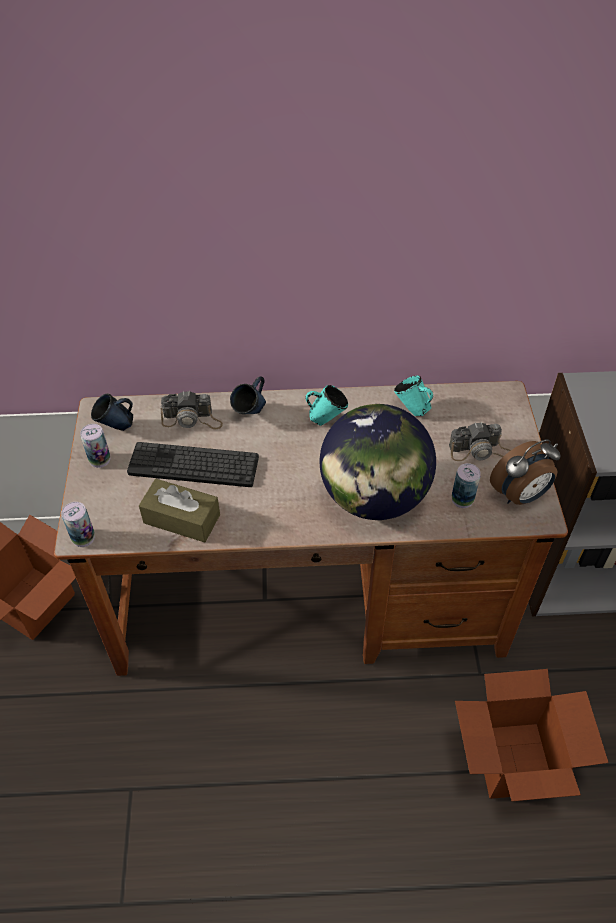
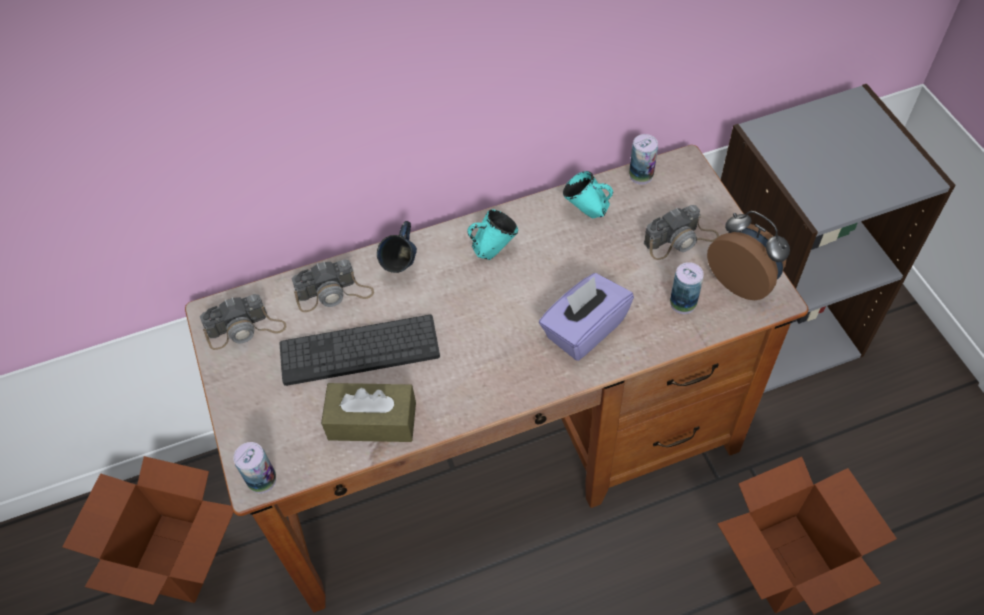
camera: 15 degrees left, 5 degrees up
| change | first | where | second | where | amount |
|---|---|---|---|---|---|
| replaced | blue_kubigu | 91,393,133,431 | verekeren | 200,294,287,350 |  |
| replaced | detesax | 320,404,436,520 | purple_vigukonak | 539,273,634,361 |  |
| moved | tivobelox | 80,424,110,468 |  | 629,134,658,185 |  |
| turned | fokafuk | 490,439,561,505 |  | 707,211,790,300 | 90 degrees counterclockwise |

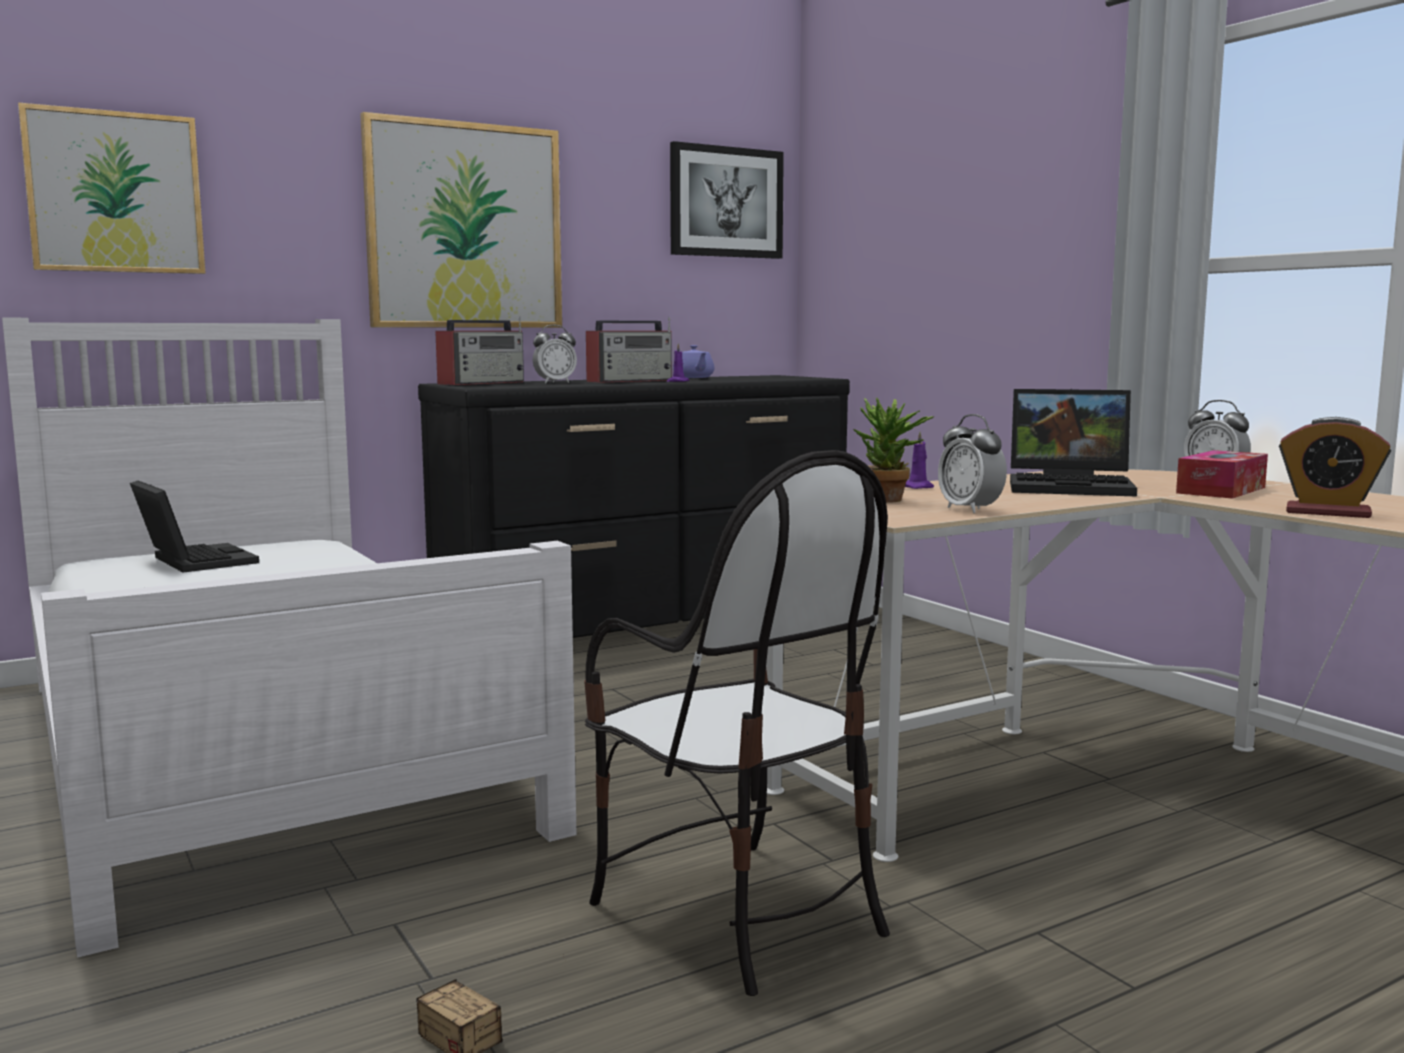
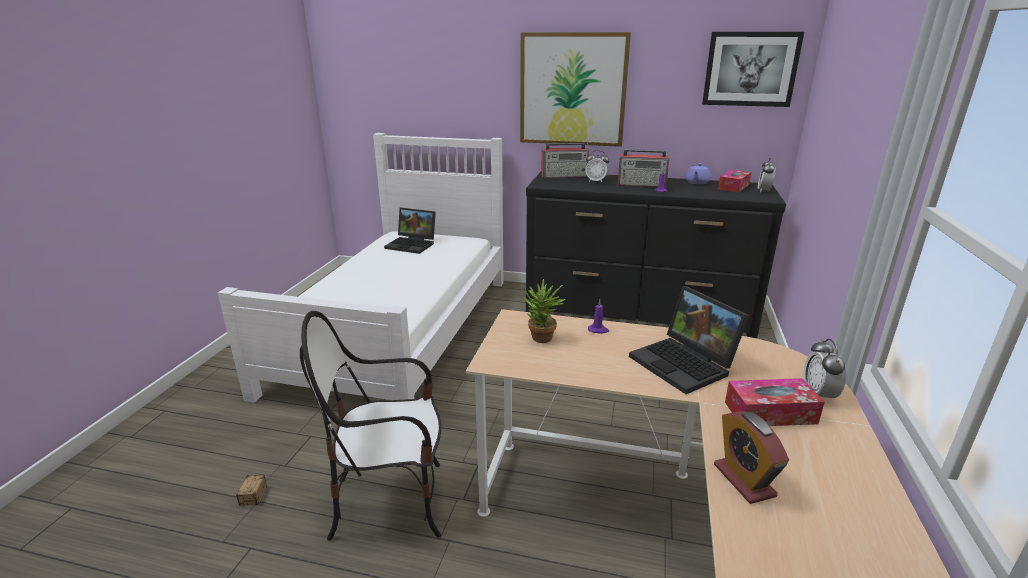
camera: 45 degrees right, 15 degrees up
| change | first | where | second | where | amount |
|---|---|---|---|---|---|
| turned | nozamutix | 584,450,890,996 |  | 300,311,441,540 | 75 degrees clockwise |
| turned | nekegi | 130,481,259,573 |  | 384,208,436,254 | 105 degrees clockwise |
| added |  |  | vigukonak | 718,169,751,193 |  |
| moved | fokafuk | 938,414,1007,513 |  | 758,158,776,193 |  |
| removed | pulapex | 18,102,206,274 |  |  |  |

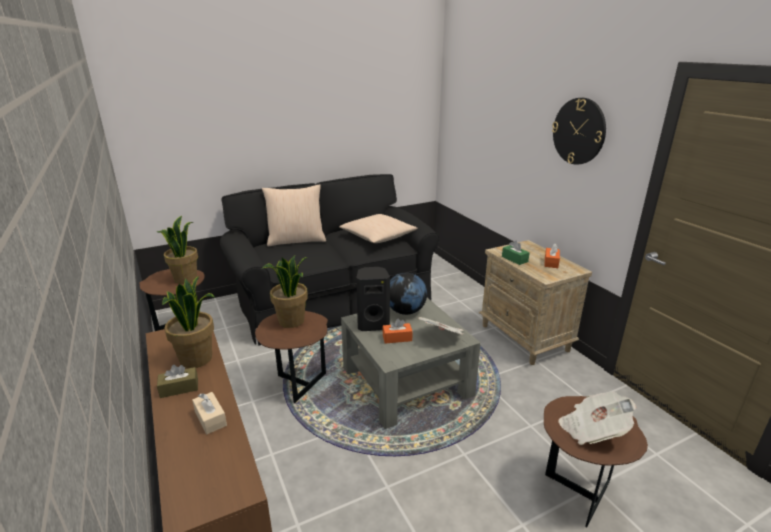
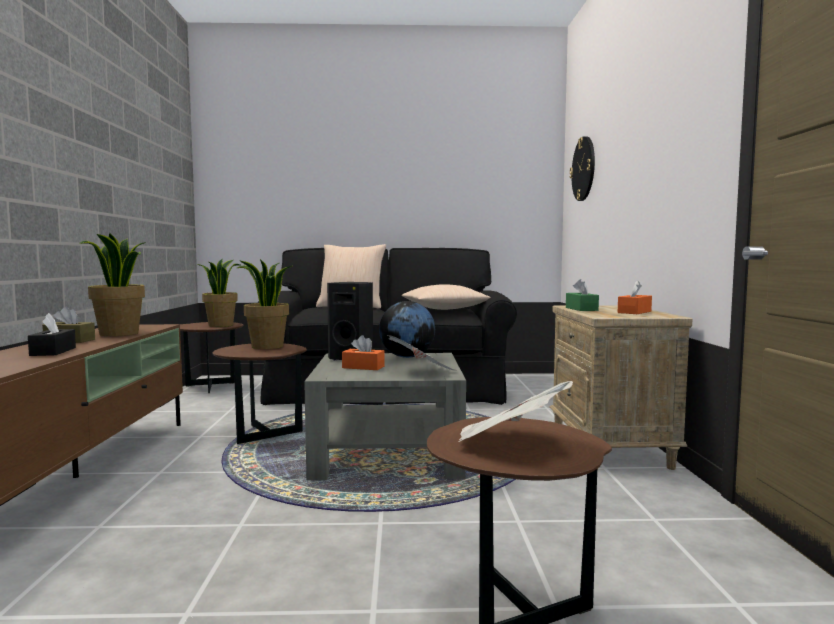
camera: 25 degrees right, 20 degrees down
| change | first | where | second | where | amount |
|---|---|---|---|---|---|
| recoloured | beige_vigukonak | 192,392,227,434 | black_vigukonak | 28,313,76,356 |  |
| moved | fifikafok | 552,98,606,165 |  | 570,136,595,201 |  |

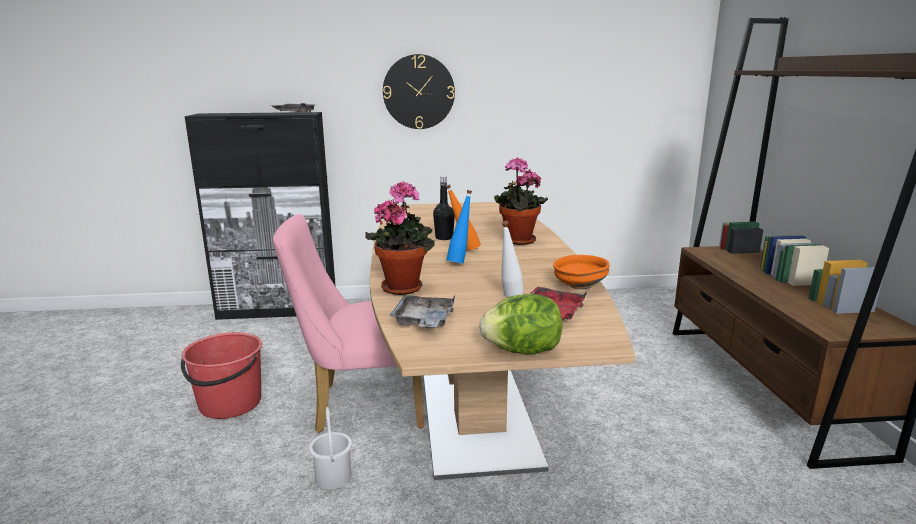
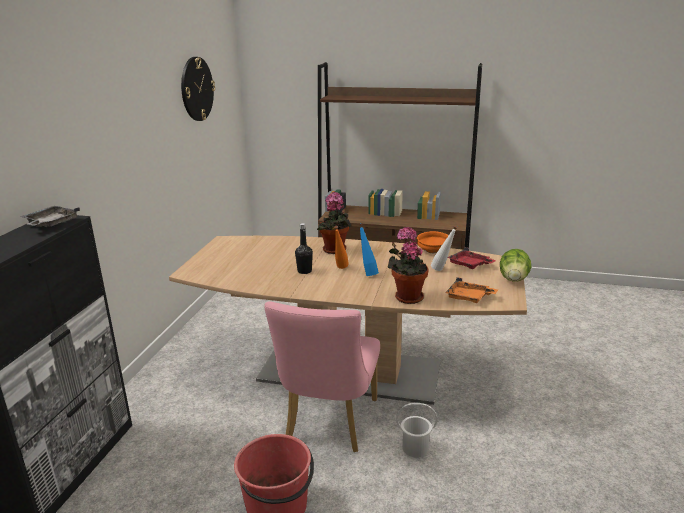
camera: 70 degrees left, 5 degrees up
| change | first | where | second | where | amount |
|---|---|---|---|---|---|
| moved | fifikafok | 383,54,455,129 |  | 181,57,215,121 |  |
| recoloured | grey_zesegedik | 389,295,455,328 | orange_zesegedik | 445,277,498,303 |  |

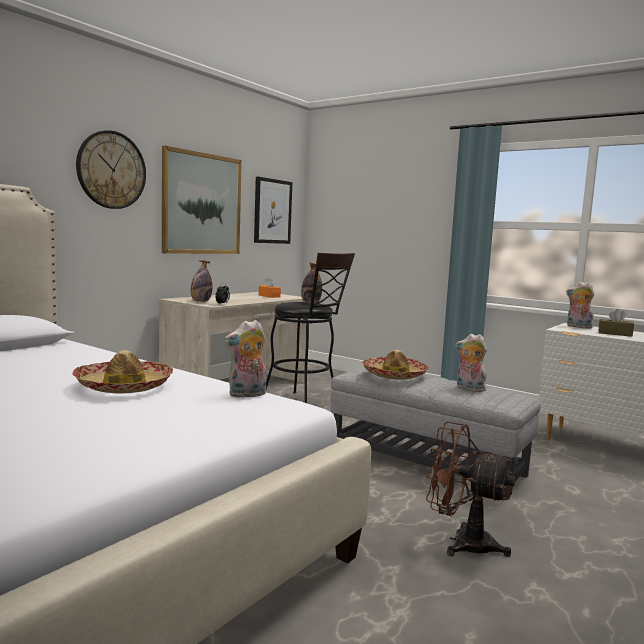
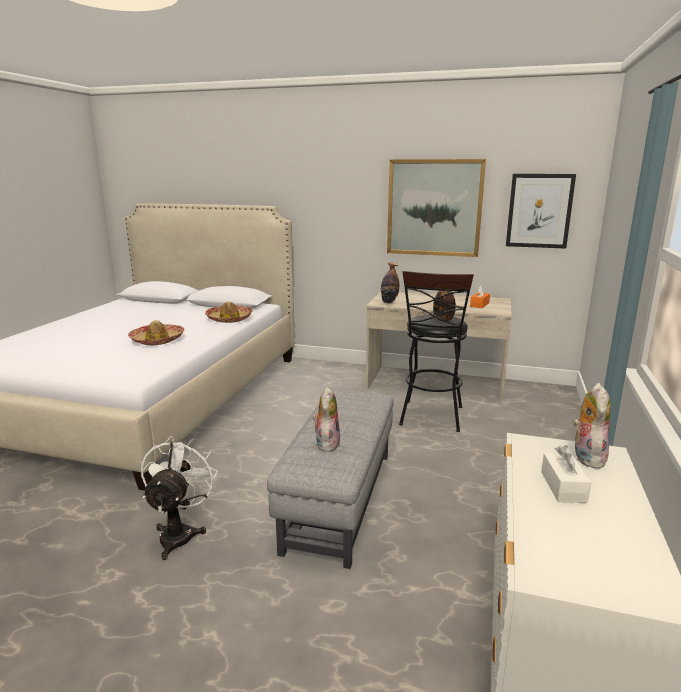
camera: 70 degrees right, 10 degrees up
| change | first | where | second | where | amount |
|---|---|---|---|---|---|
| recoloured | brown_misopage | 426,422,515,557 | white_misopage | 141,436,218,560 |  |
| moved | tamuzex | 362,350,429,380 |  | 205,301,253,323 |  |
| recoloured | brown_vigukonak | 598,309,634,337 | white_vigukonak | 541,446,591,503 |  |
| removed | fifikafok | 76,130,146,209 |  |  |  |
| removed | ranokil | 224,320,266,398 |  |  |  |

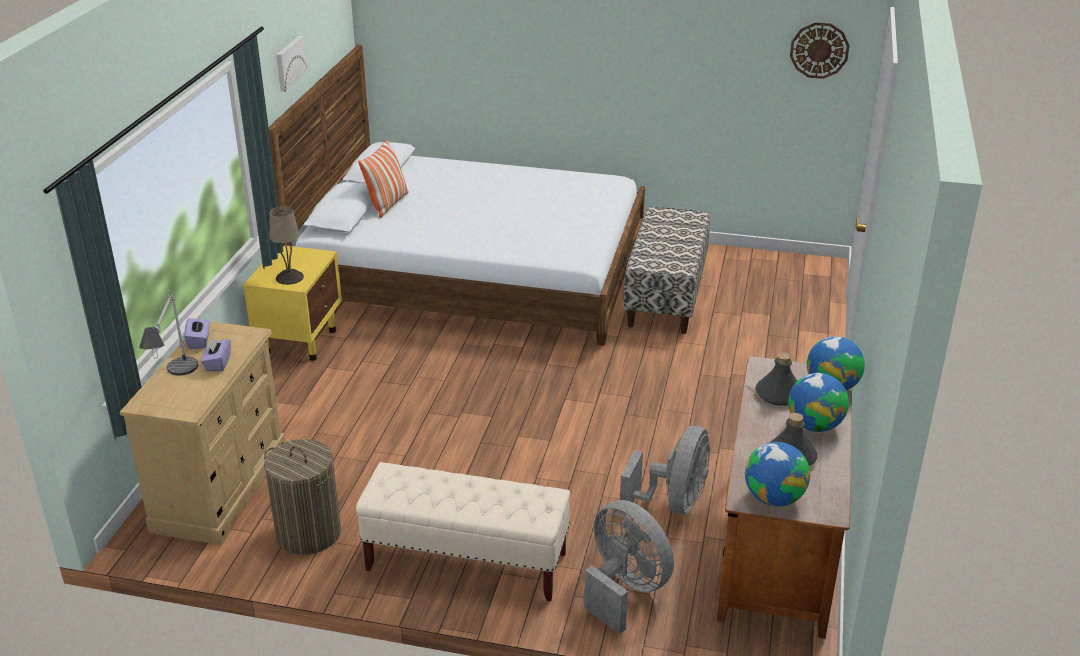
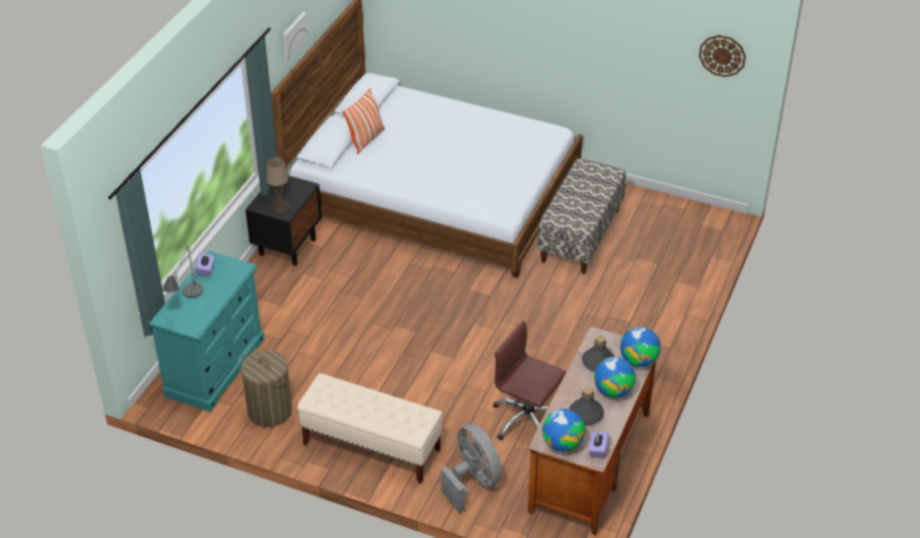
camera: 10 degrees right, 10 degrees up
| change | first | where | second | where | amount |
|---|---|---|---|---|---|
| recoloured | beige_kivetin | 120,321,286,545 | turquoise_kivetin | 149,251,264,412 |  |
| recoloured | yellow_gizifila | 243,245,342,361 | black_gizifila | 245,175,322,266 |  |
| replaced | grey_misopage | 619,426,710,514 | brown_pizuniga | 493,320,566,441 |  |
| moved | purple_vigukonak | 201,337,231,371 |  | 589,432,609,458 |  |

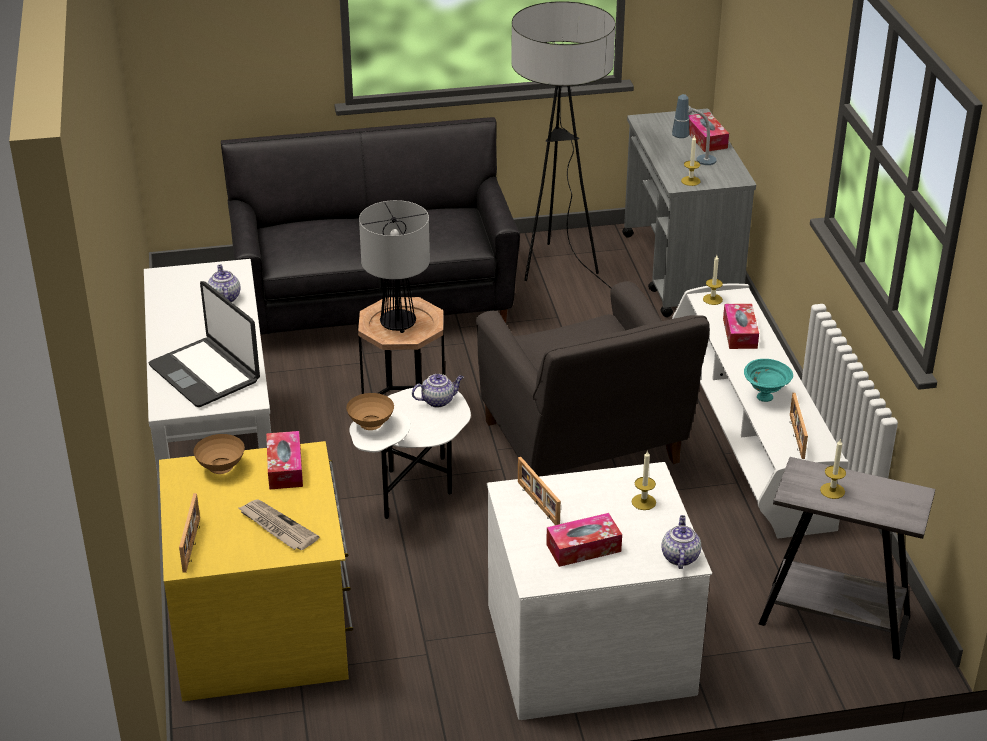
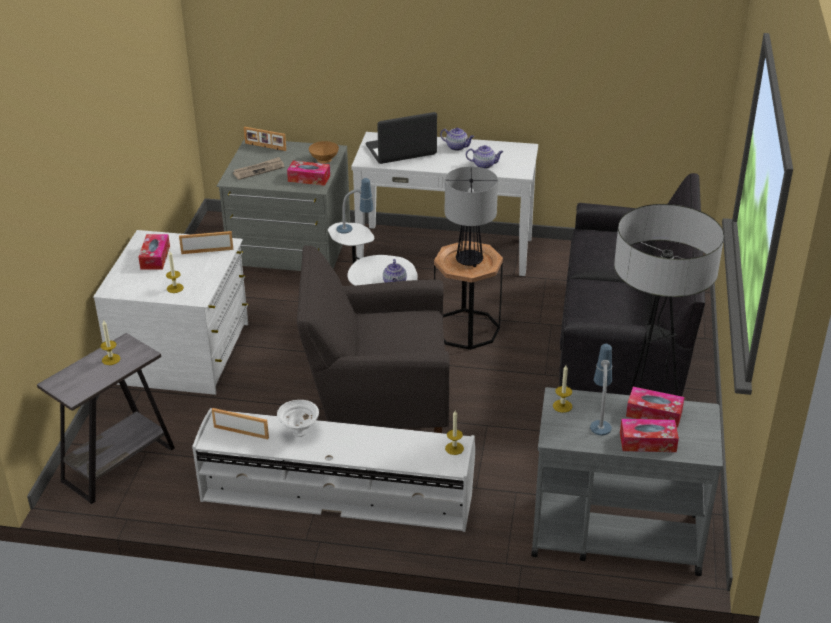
camera: 110 degrees right, 0 degrees up
| change | first | where | second | where | amount |
|---|---|---|---|---|---|
| recoloured | yellow_kivetin | 159,441,353,701 | grey_kivetin | 217,138,350,271 |  |
| recoloured | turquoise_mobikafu | 744,359,793,402 | white_mobikafu | 277,400,319,437 |  |
| replaced | brown_mobikafu | 346,393,394,430 | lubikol | 337,178,374,234 |  |
| moved | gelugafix | 661,515,701,569 |  | 440,128,474,151 |  |
| moved | vigukonak | 723,304,759,349 |  | 626,387,685,428 |  |

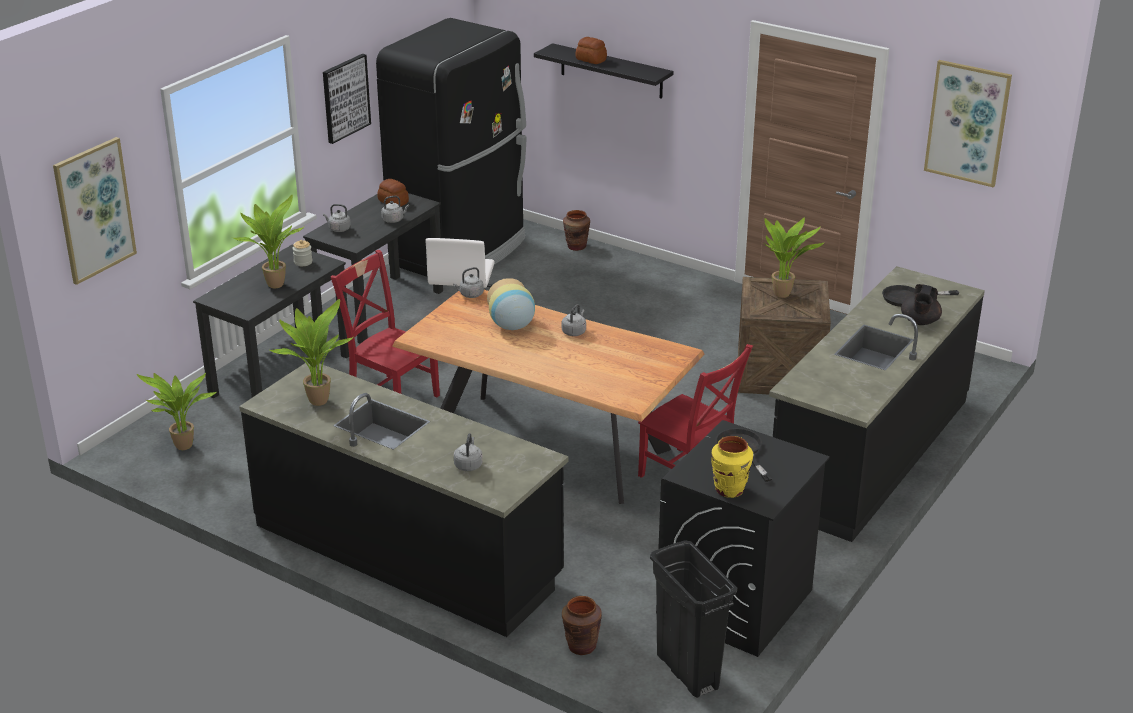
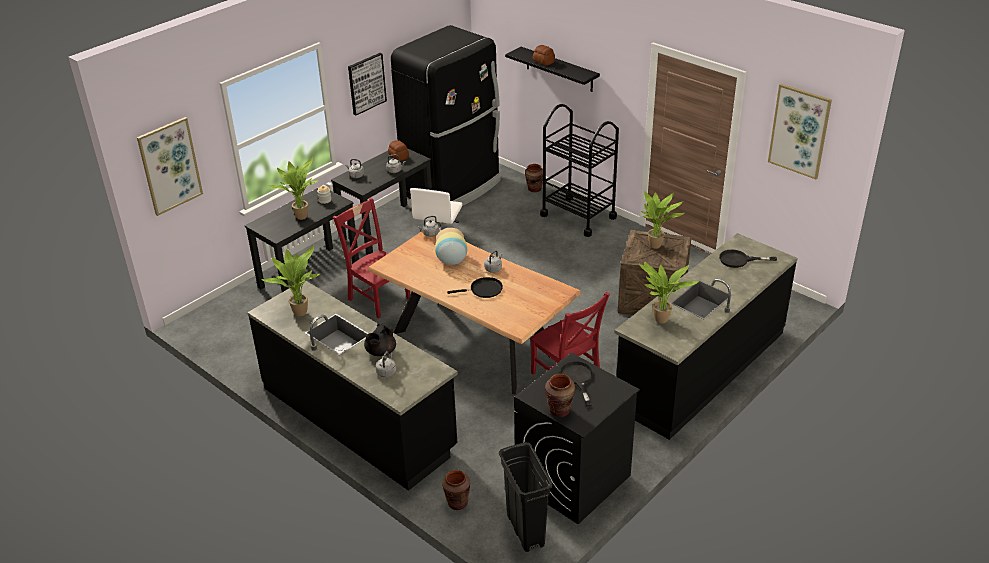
camera: 10 degrees right, 5 degrees up
| change | first | where | second | where | amount |
|---|---|---|---|---|---|
| moved | black_gelugafix | 901,284,942,325 |  | 364,324,396,356 |  |
| added |  |  | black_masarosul | 447,277,503,298 |  |
| added |  |  | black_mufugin | 540,104,619,237 |  |
| recoloured | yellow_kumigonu | 711,436,753,498 | brown_kumigonu | 545,374,575,417 |  |
| moved | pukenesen | 137,373,216,450 |  | 639,262,699,324 |  |

